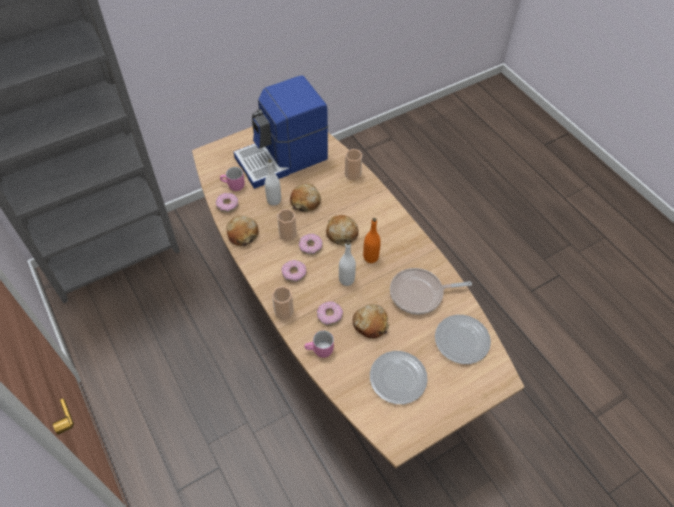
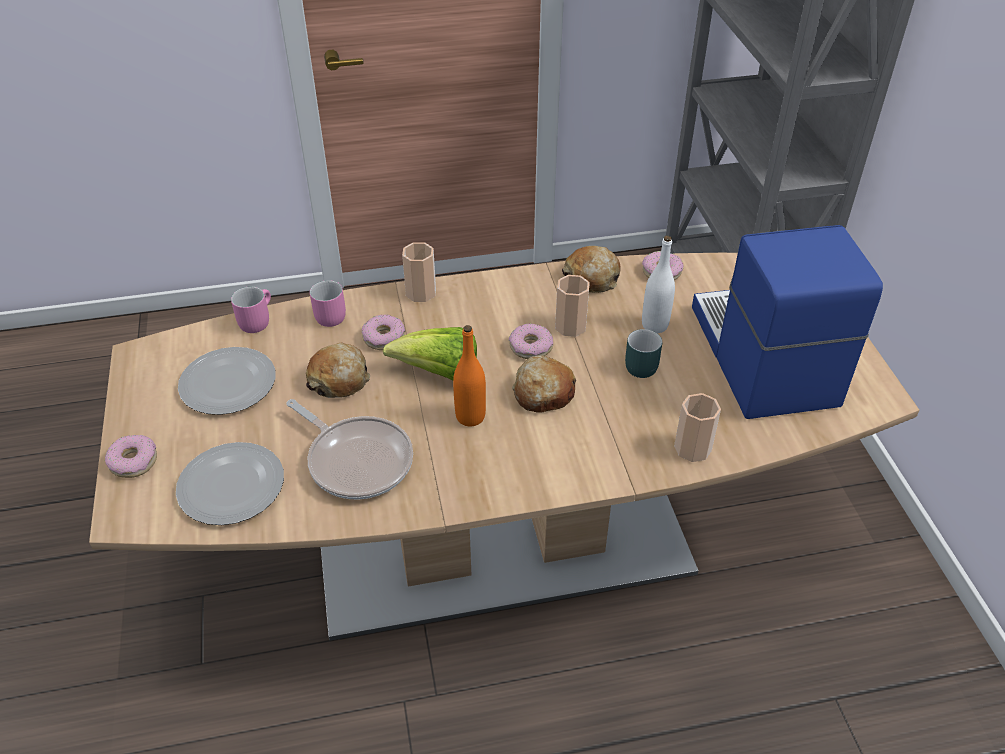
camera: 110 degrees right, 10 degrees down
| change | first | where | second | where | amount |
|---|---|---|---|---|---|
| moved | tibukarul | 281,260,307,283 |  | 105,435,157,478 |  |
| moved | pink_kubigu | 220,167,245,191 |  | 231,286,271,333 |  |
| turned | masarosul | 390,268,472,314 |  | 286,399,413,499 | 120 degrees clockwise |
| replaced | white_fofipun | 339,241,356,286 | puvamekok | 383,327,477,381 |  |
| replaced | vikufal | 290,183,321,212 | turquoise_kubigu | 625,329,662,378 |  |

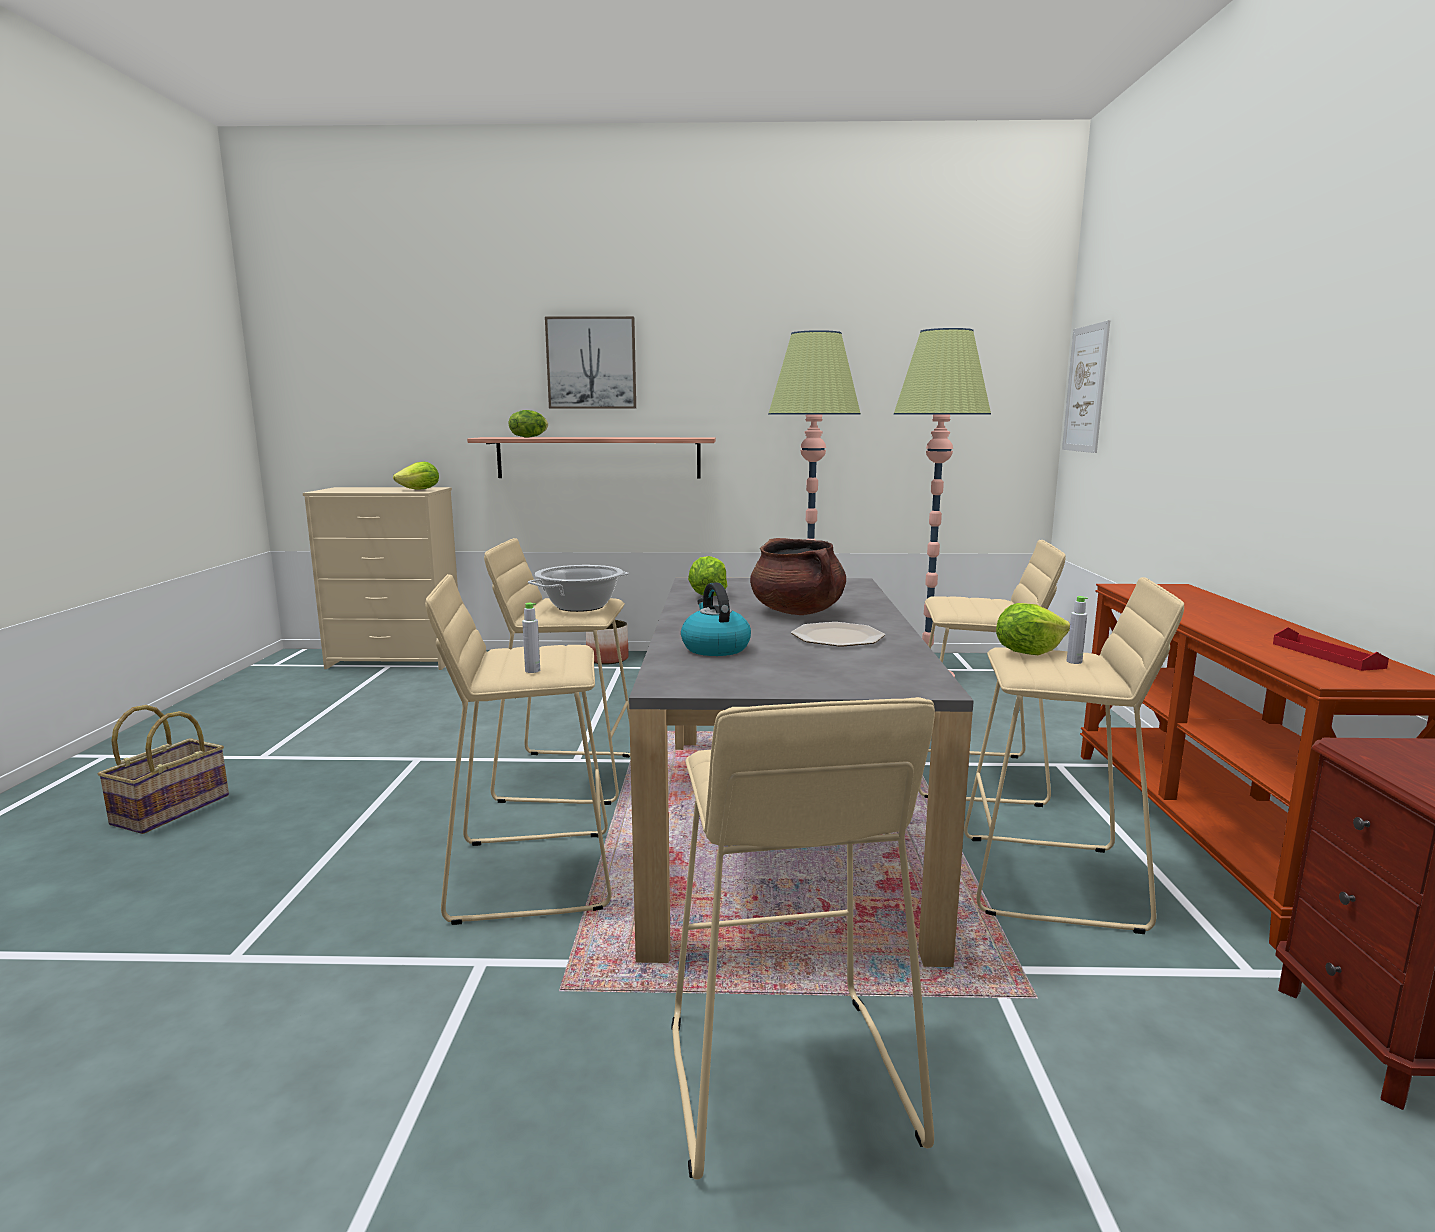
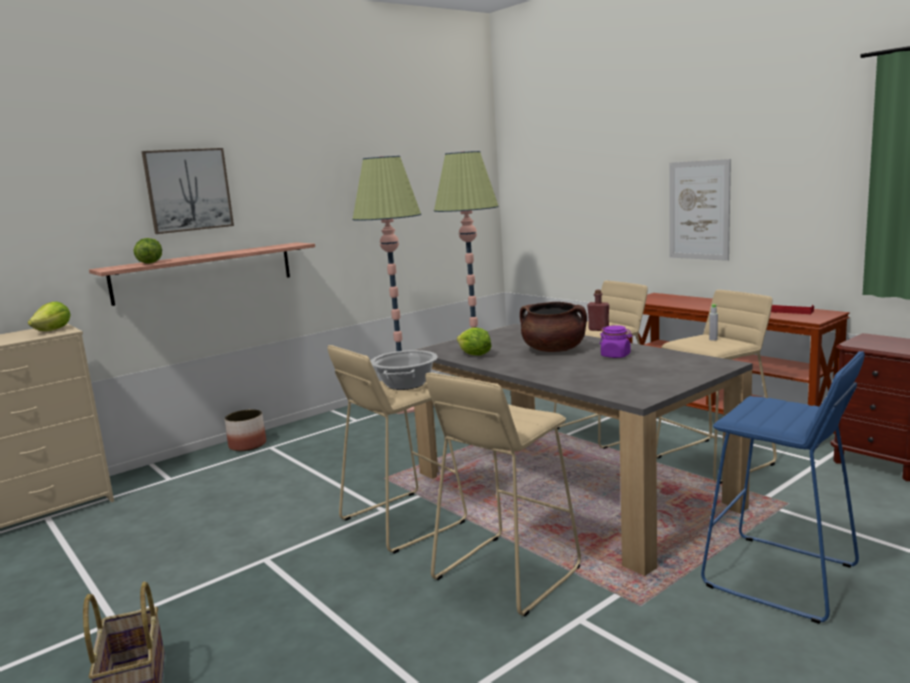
camera: 40 degrees left, 0 degrees up
| change | first | where | second | where | amount |
|---|---|---|---|---|---|
| added |  |  | red_fofipun | 587,290,609,331 |  |
| replaced | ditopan | 791,622,885,647 | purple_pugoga | 599,325,632,358 |  |
| moved | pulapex | 1062,320,1110,453 |  | 669,159,731,261 |  |
| recoloured | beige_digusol | 671,697,935,1180 | blue_digusol | 701,351,865,624 |  |
| removed | grey_fofipun | 522,603,540,673 |  |  |  |
| removed | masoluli | 681,583,751,656 |  |  |  |
| removed | puvamekok | 996,603,1070,655 |  |  |  |

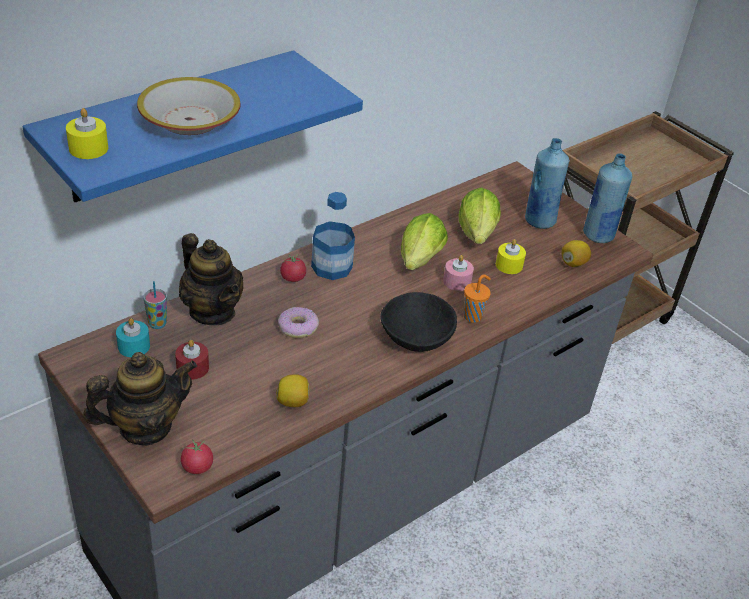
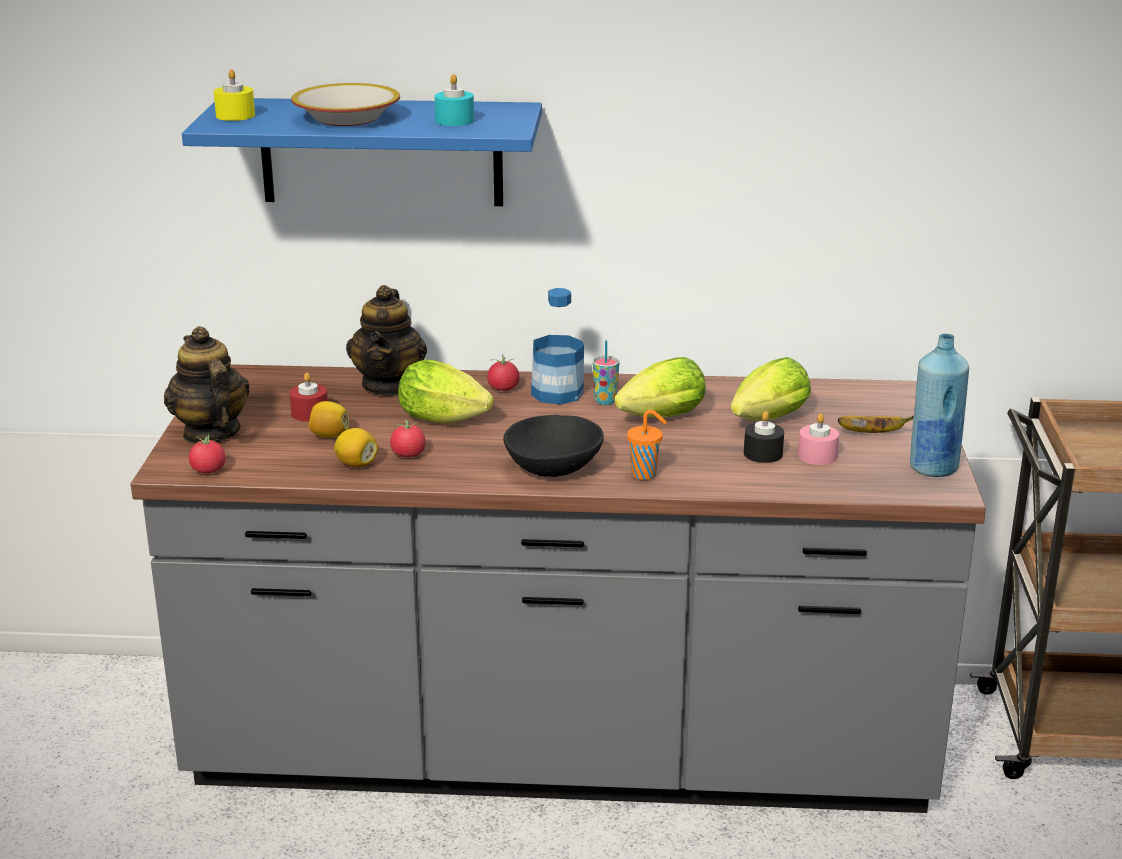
camera: 45 degrees right, 15 degrees down
| change | first | where | second | where | amount |
|---|---|---|---|---|---|
| turned | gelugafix | 83,352,197,446 |  | 164,326,250,444 | 135 degrees counterclockwise |
| moved | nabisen | 562,240,591,267 |  | 309,401,349,438 |  |
| added |  |  | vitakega | 390,418,426,457 |  |
| replaced | tibukarul | 278,307,319,338 | puvamekok | 398,360,494,423 |  |
| moved | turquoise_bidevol | 116,318,150,357 |  | 435,74,474,126 |  |
| moved | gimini | 143,281,167,329 |  | 592,340,619,405 |  |
| recoloured | yellow_bidevol | 496,239,526,274 | black_bidevol | 744,411,784,463 |  |
| moved | pink_bidevol | 443,255,474,291 |  | 798,413,839,465 |  |
| replaced | blue_fofipun | 525,138,570,229 | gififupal | 838,416,914,433 |  |

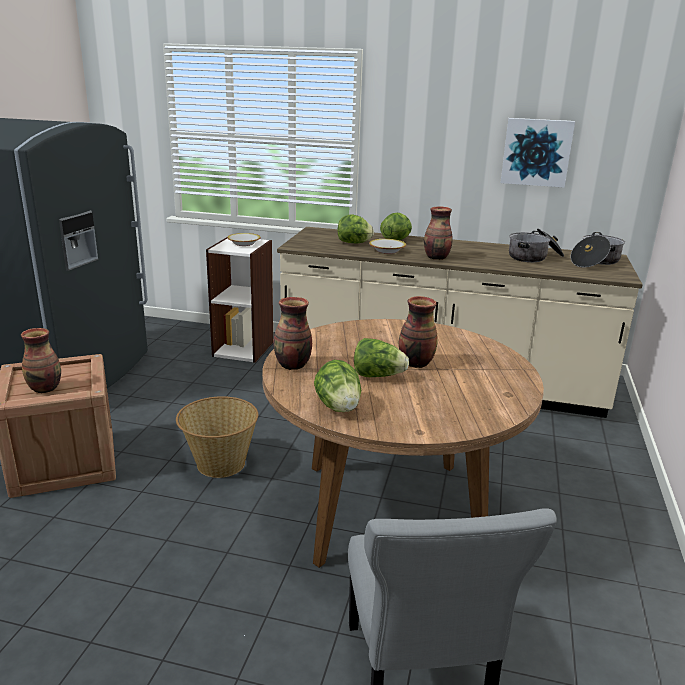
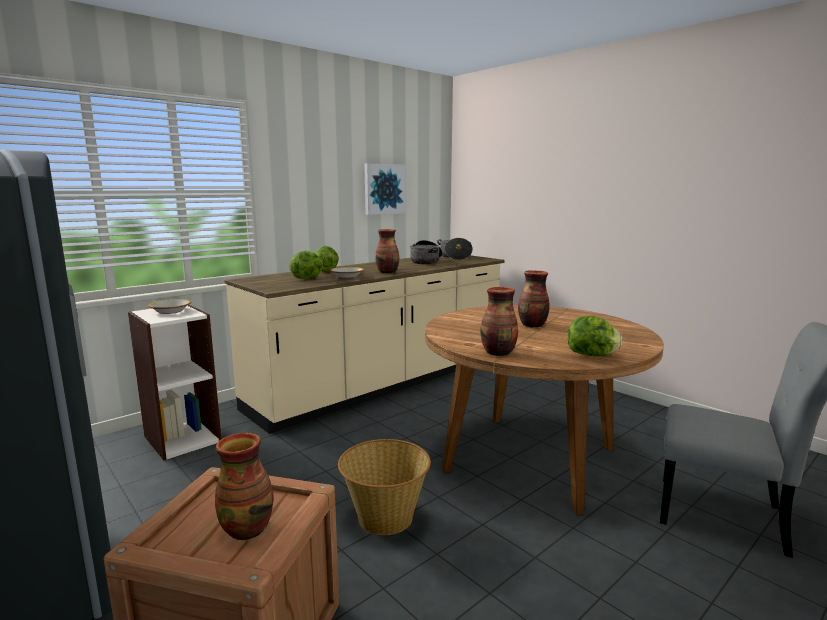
camera: 55 degrees left, 10 degrees down
| change | first | where | second | where | amount |
|---|---|---|---|---|---|
| removed | puvamekok | 354,338,409,377 |  |  |  |

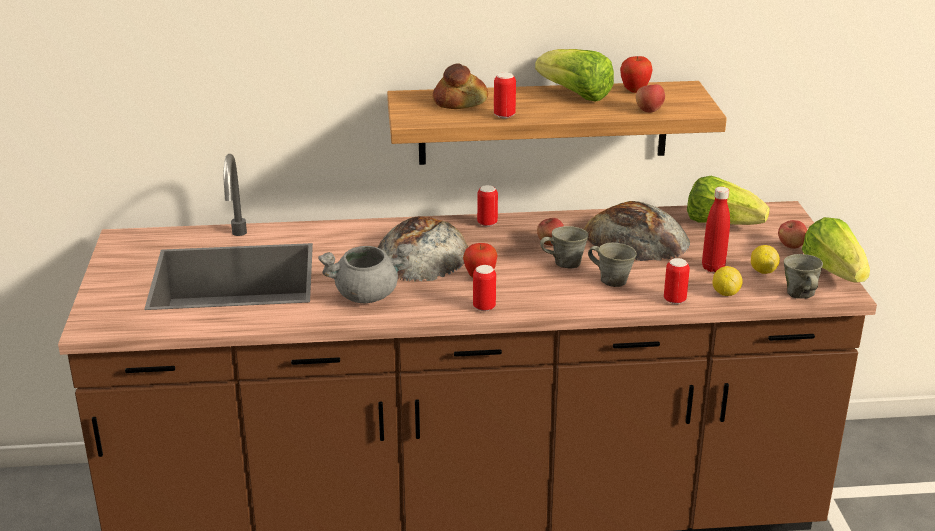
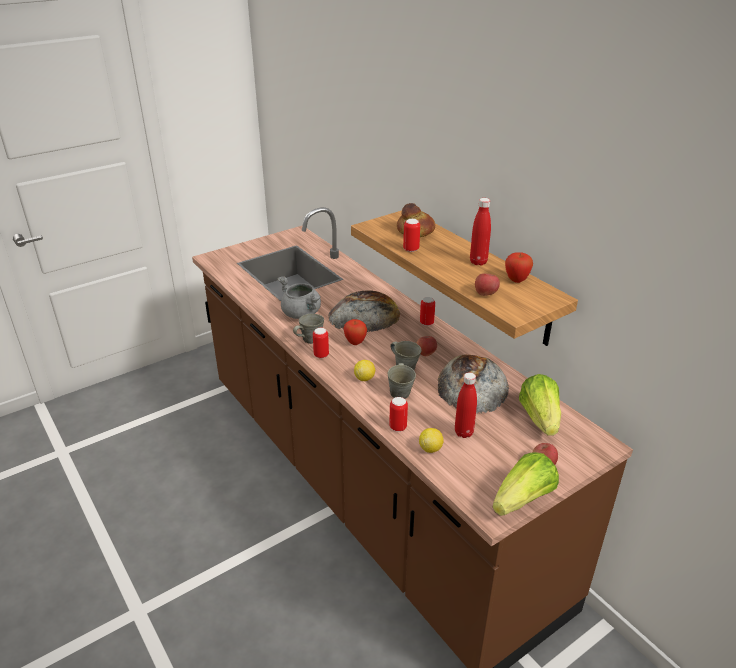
camera: 60 degrees right, 5 degrees up
| change | first | where | second | where | amount |
|---|---|---|---|---|---|
| moved | grey_kubigu | 784,254,823,299 |  | 293,314,324,344 |  |
| moved | nabisen | 751,245,780,274 |  | 354,360,375,381 |  |
| replaced | puvamekok | 535,49,614,102 | red_fofipun | 470,198,491,266 |  |

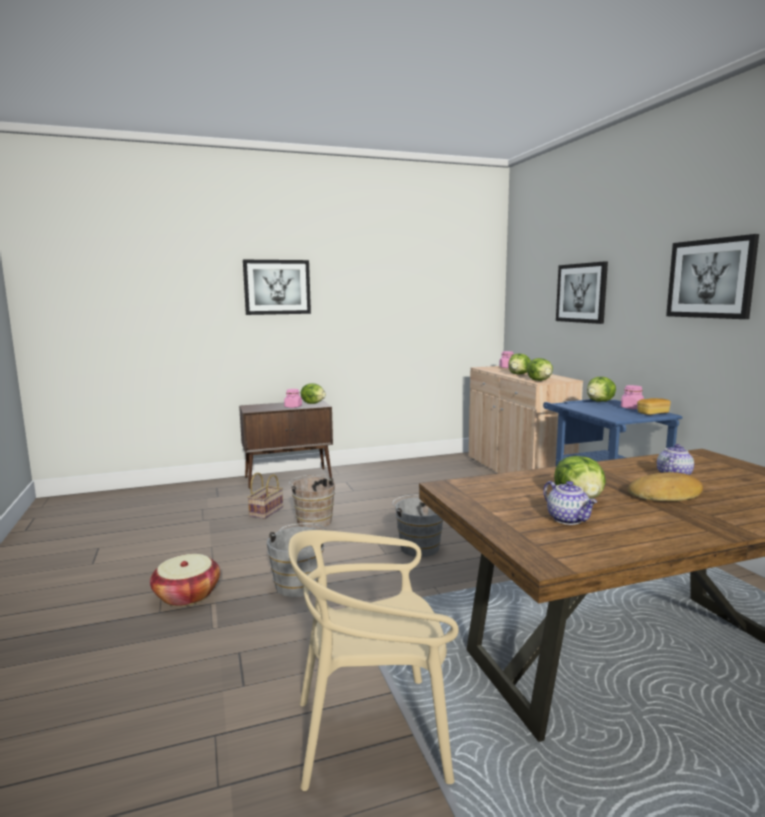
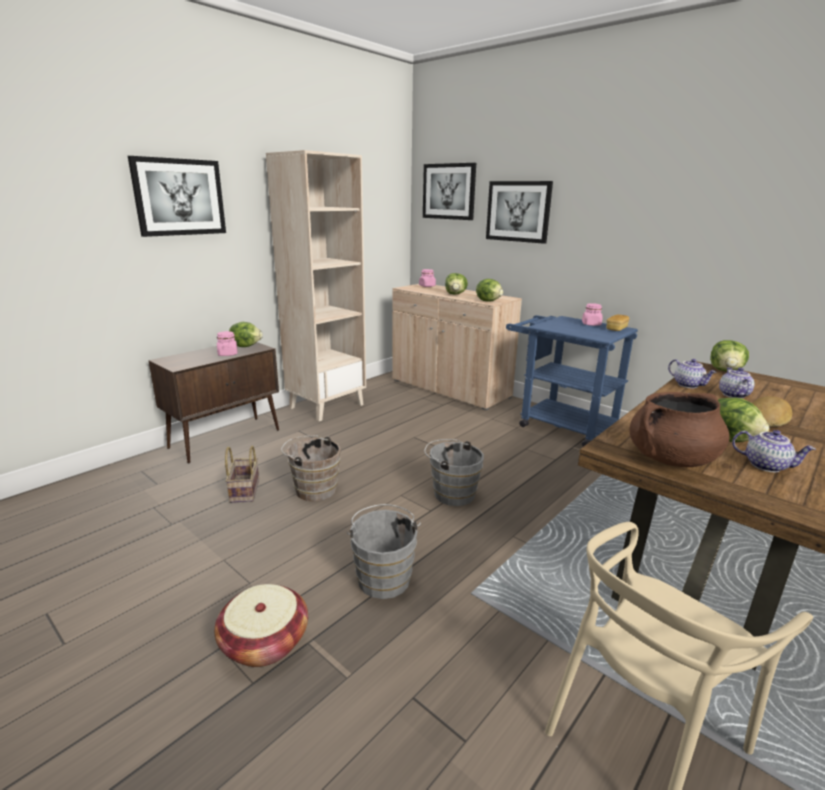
camera: 30 degrees left, 10 degrees up
| change | first | where | second | where | amount |
|---|---|---|---|---|---|
| added |  |  | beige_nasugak | 266,150,366,421 |  |
| moved | pulapex | 666,234,759,319 |  | 423,163,476,220 |  |
| added |  |  | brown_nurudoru | 630,392,730,467 |  |
| added |  |  | gelugafix | 668,359,717,388 |  |
| moved | puvamekok | 587,377,616,402 |  | 710,340,749,371 |  |

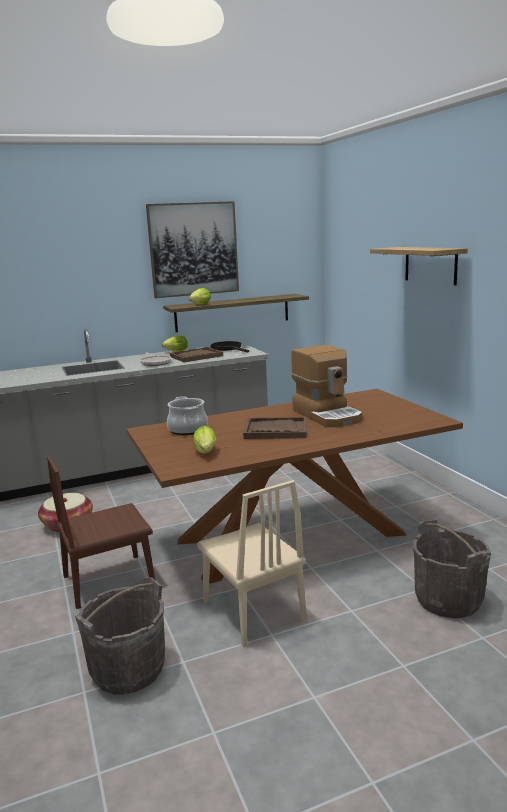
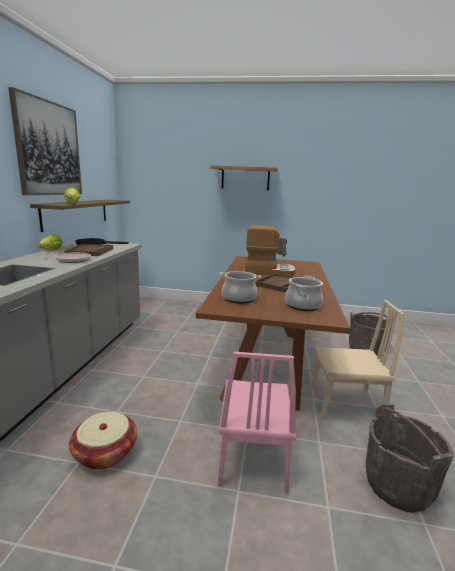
camera: 60 degrees left, 0 degrees up
| change | first | where | second | where | amount |
|---|---|---|---|---|---|
| recoloured | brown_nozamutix | 47,455,155,609 | pink_nozamutix | 218,352,296,493 |  |
| replaced | puvamekok | 193,426,217,453 | nurudoru | 285,276,323,311 |  |

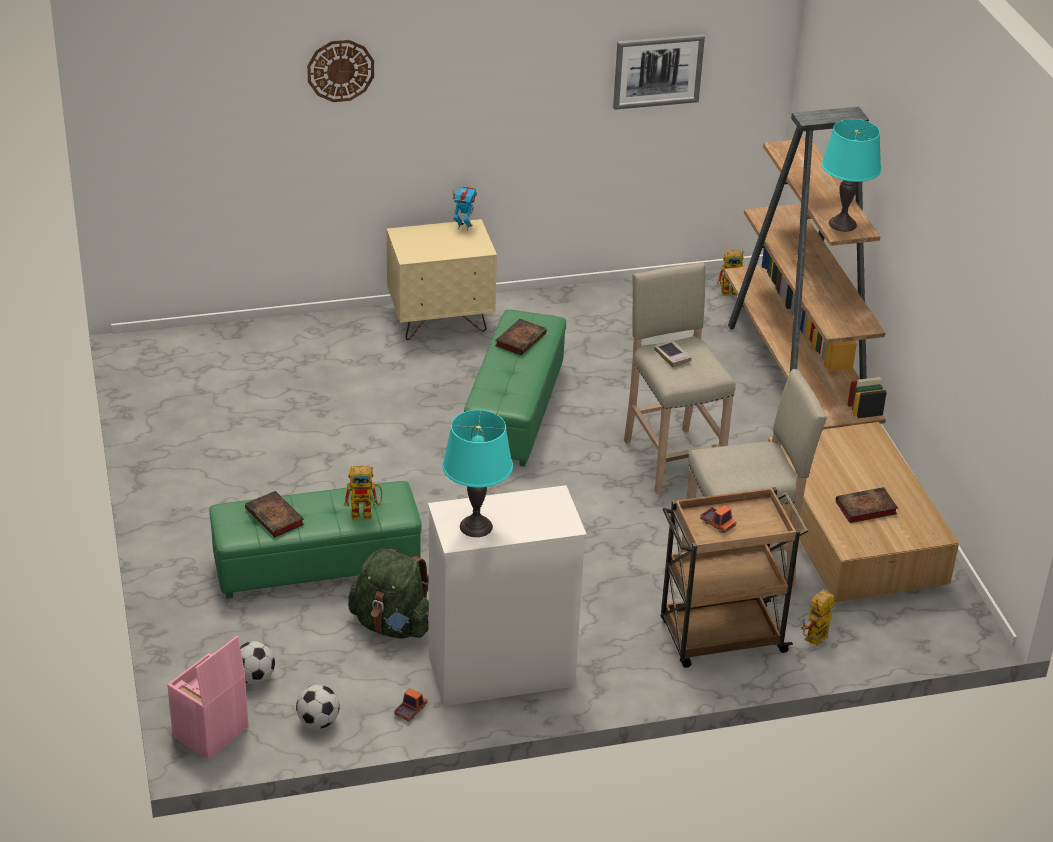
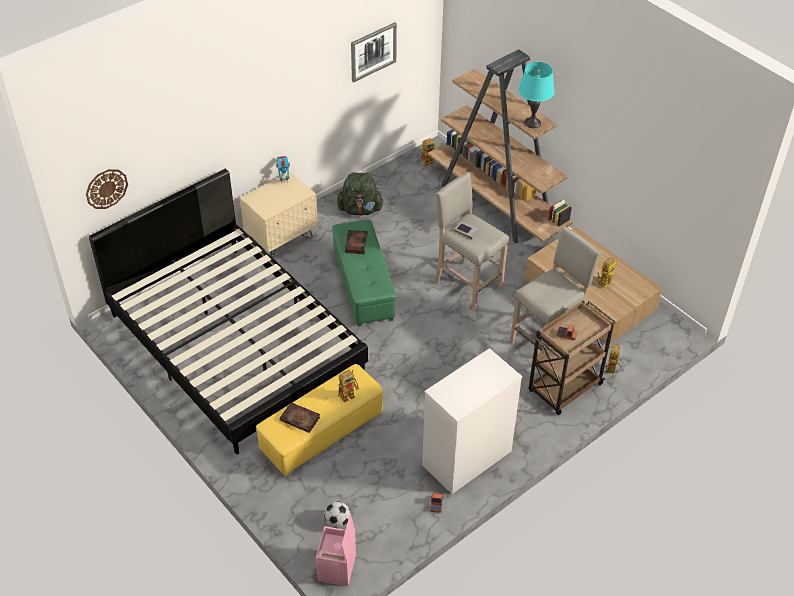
camera: 25 degrees left, 10 degrees up
| change | first | where | second | where | amount |
|---|---|---|---|---|---|
| moved | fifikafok | 307,40,374,102 |  | 86,169,128,209 |  |
| added |  |  | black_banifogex | 89,169,368,454 |  |
| recoloured | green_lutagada | 209,481,422,599 | yellow_lutagada | 256,364,383,476 |  |
| moved | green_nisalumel | 348,549,429,638 |  | 337,172,384,216 |  |
| replaced | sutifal | 836,487,898,523 | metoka | 597,257,617,288 |  |
| removed | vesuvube | 296,685,340,729 |  |  |  |
| removed | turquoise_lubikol | 442,410,513,537 |  |  |  |

